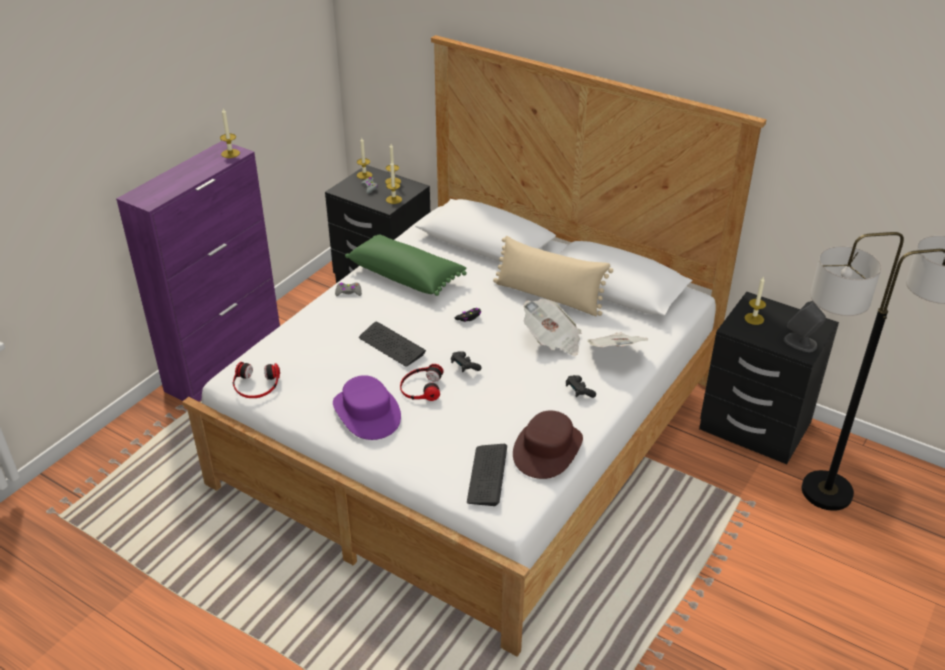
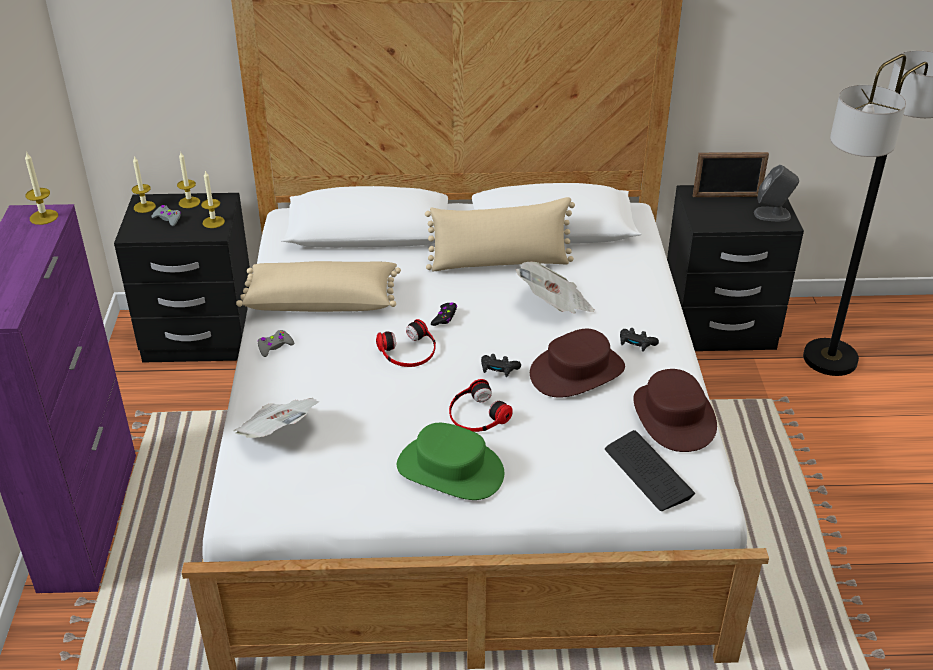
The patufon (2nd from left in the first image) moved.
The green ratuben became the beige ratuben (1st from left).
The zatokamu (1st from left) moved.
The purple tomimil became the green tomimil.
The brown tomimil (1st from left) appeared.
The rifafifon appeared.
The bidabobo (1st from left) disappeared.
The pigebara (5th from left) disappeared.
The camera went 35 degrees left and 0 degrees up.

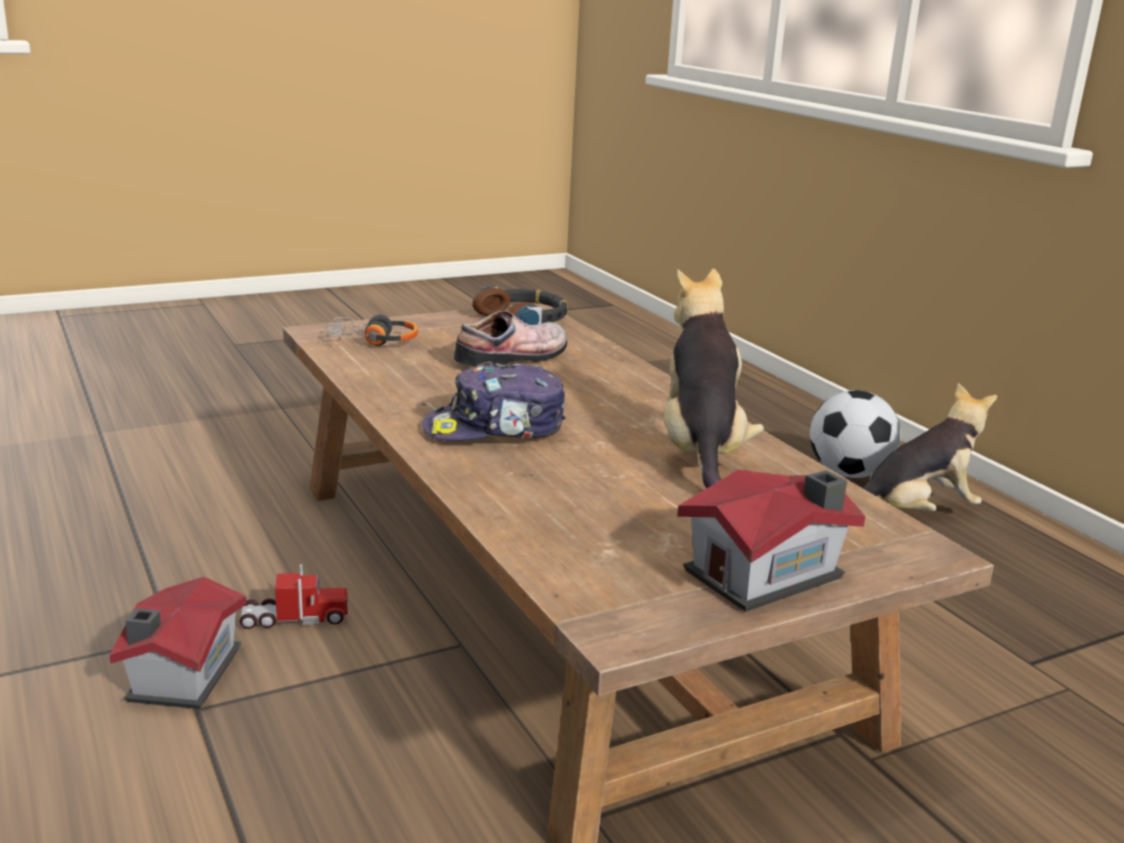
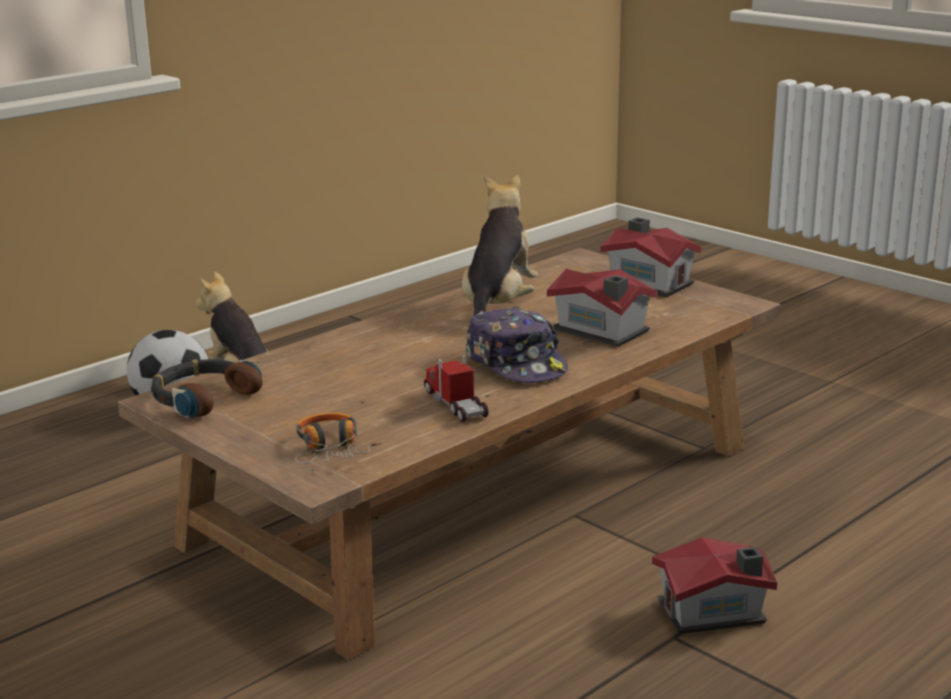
The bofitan moved.
The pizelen (1st from left in the first image) turned 120 degrees clockwise.
The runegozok (1st from left) appeared.
The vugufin disappeared.
The camera went 105 degrees left and 0 degrees up.

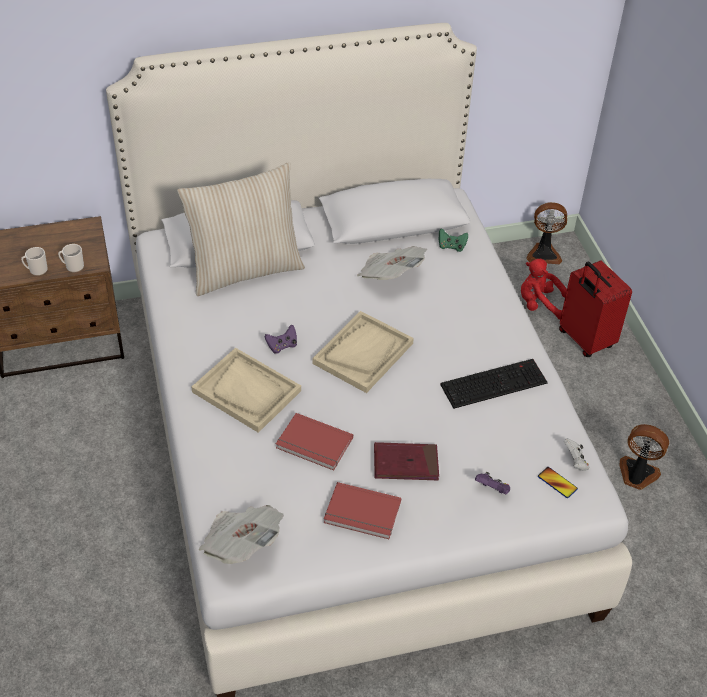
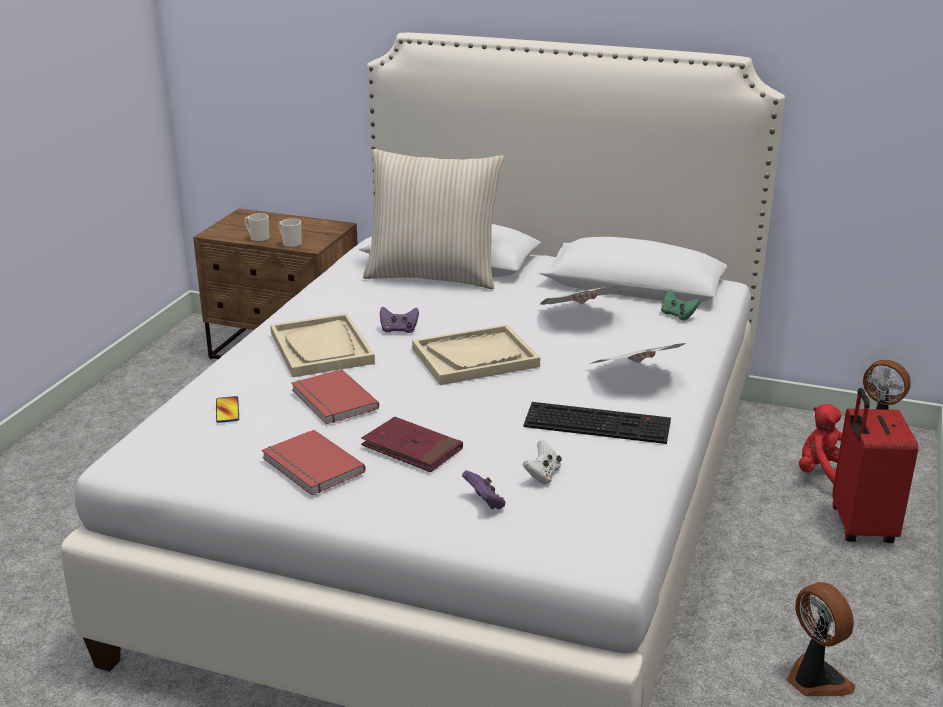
The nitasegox moved.
The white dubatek moved.
The patufon (1st from left in the first image) moved.
The camera went 35 degrees right and 20 degrees down.

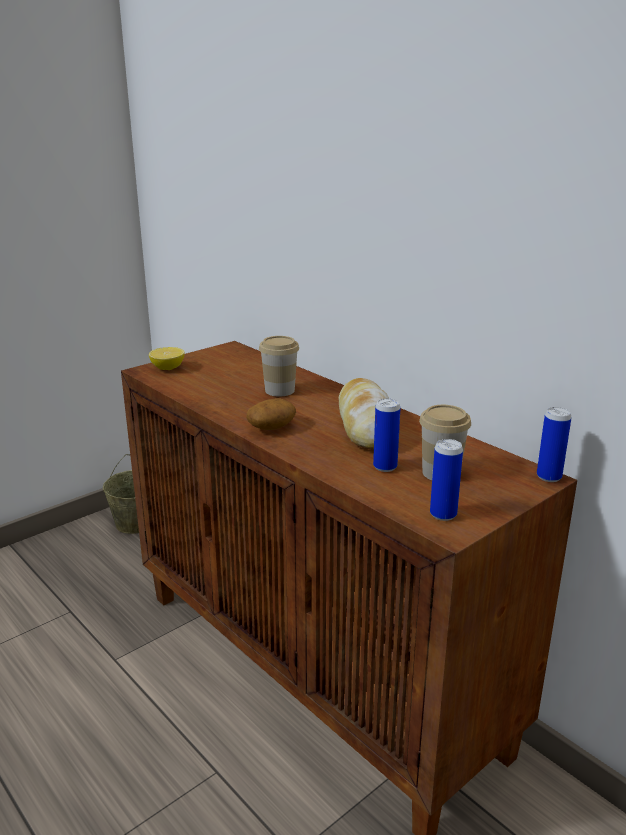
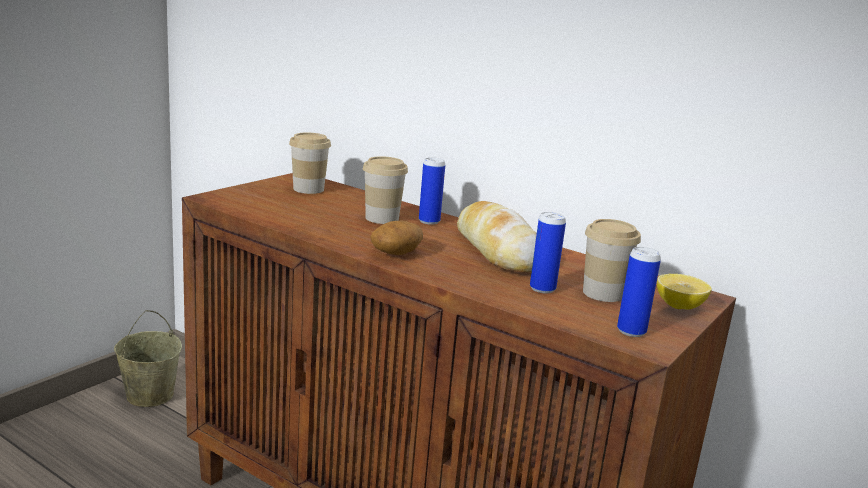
The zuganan (1st from left) appeared.
The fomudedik (3rd from left in the first image) moved.
The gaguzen moved.
The camera went 15 degrees left and 5 degrees down.

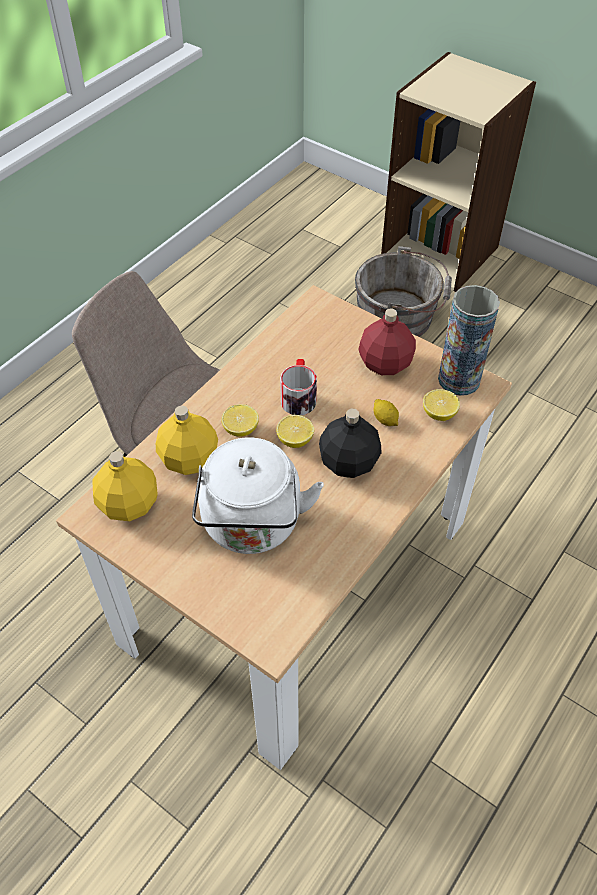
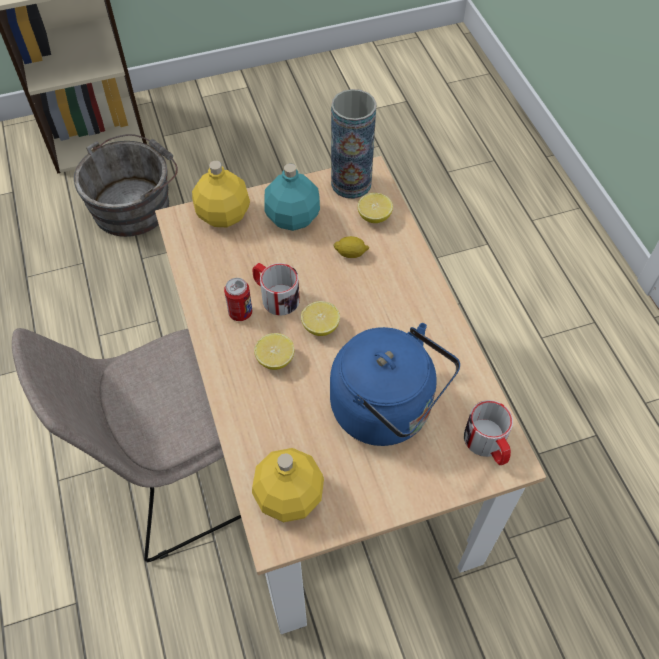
The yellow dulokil (2nd from left in the first image) moved.
The fomudedik appeared.
The red dulokil became the turquoise dulokil.
The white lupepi became the blue lupepi.
The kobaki (2nd from left) appeared.
The black dulokil disappeared.
The camera went 55 degrees left and 5 degrees up.

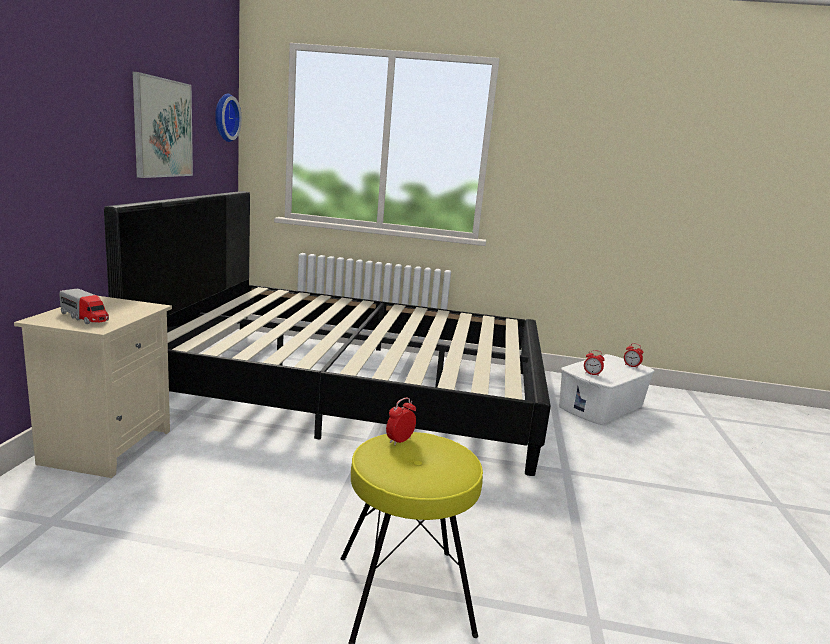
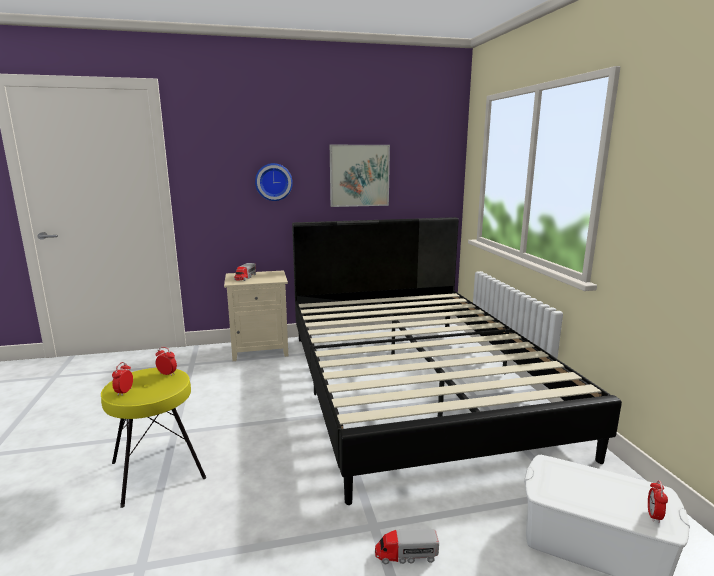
The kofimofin (2nd from left in the first image) moved.
The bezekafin moved.
The bofitan (2nd from left) appeared.
The camera went 70 degrees right and 0 degrees up.

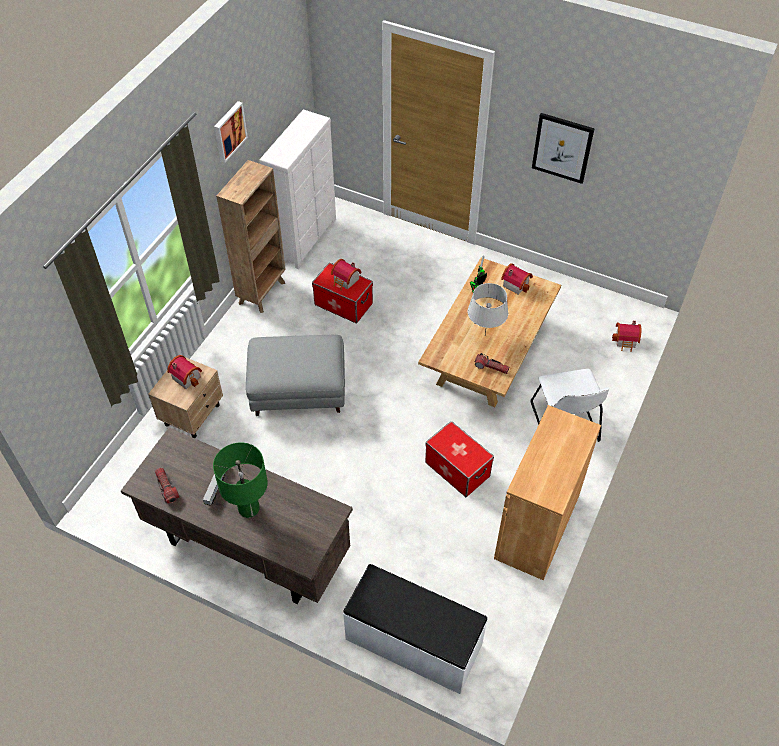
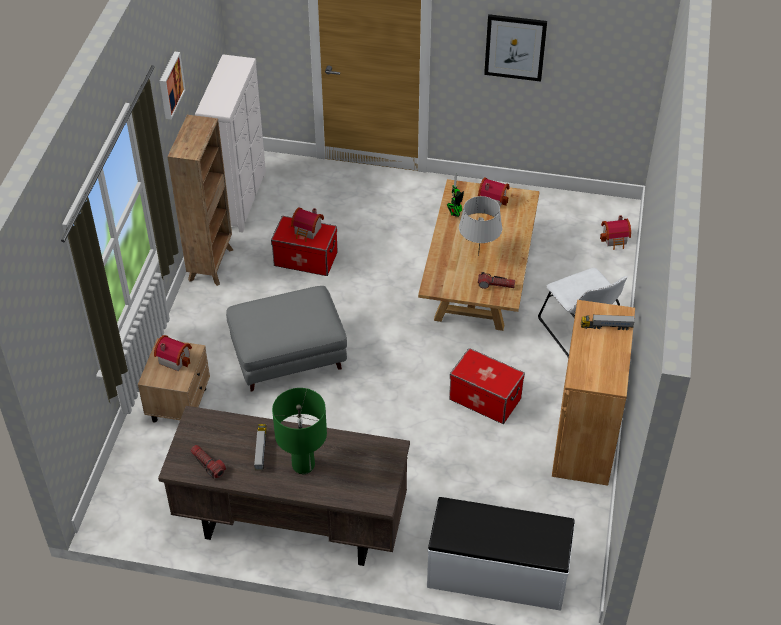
The bofitan (2nd from left) appeared.
The camera went 15 degrees left and 5 degrees down.

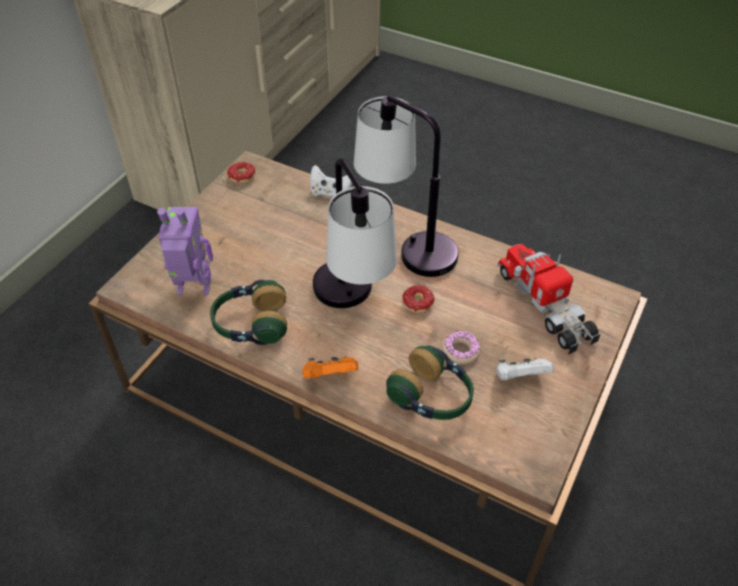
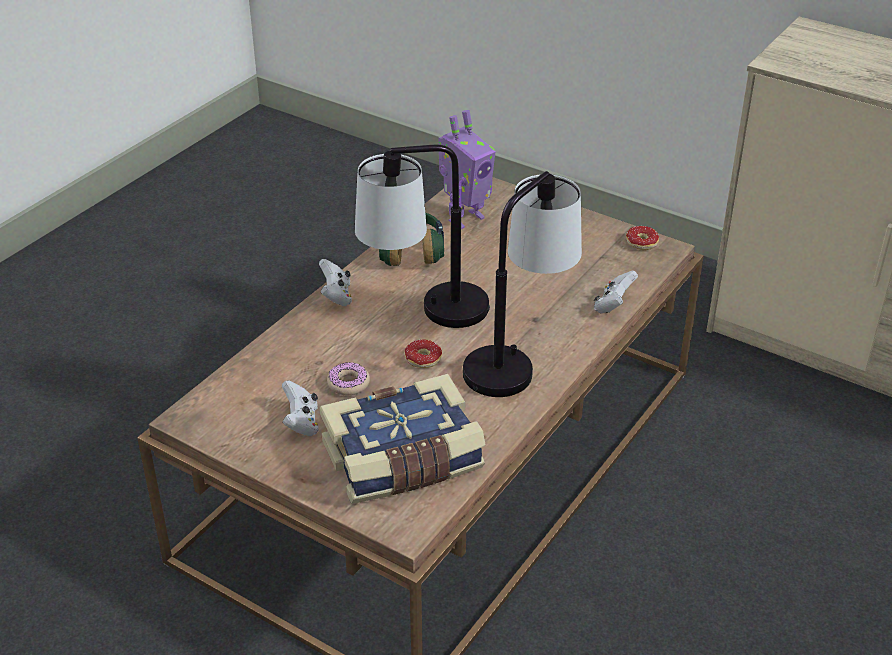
The orange dubatek became the white dubatek (2nd from left).
The bofitan was replaced by the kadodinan.
The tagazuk turned 45 degrees clockwise.
The zatokamu (2nd from left) disappeared.
The camera went 95 degrees right and 10 degrees down.

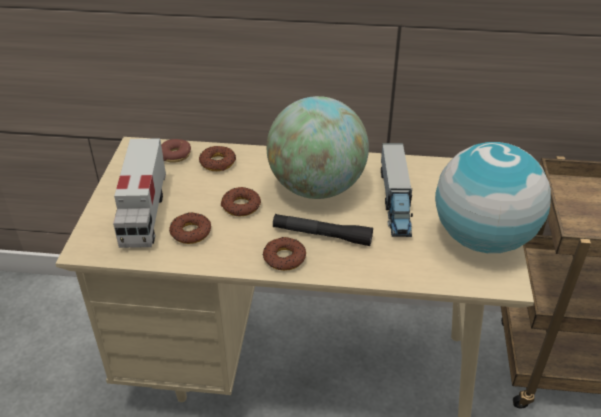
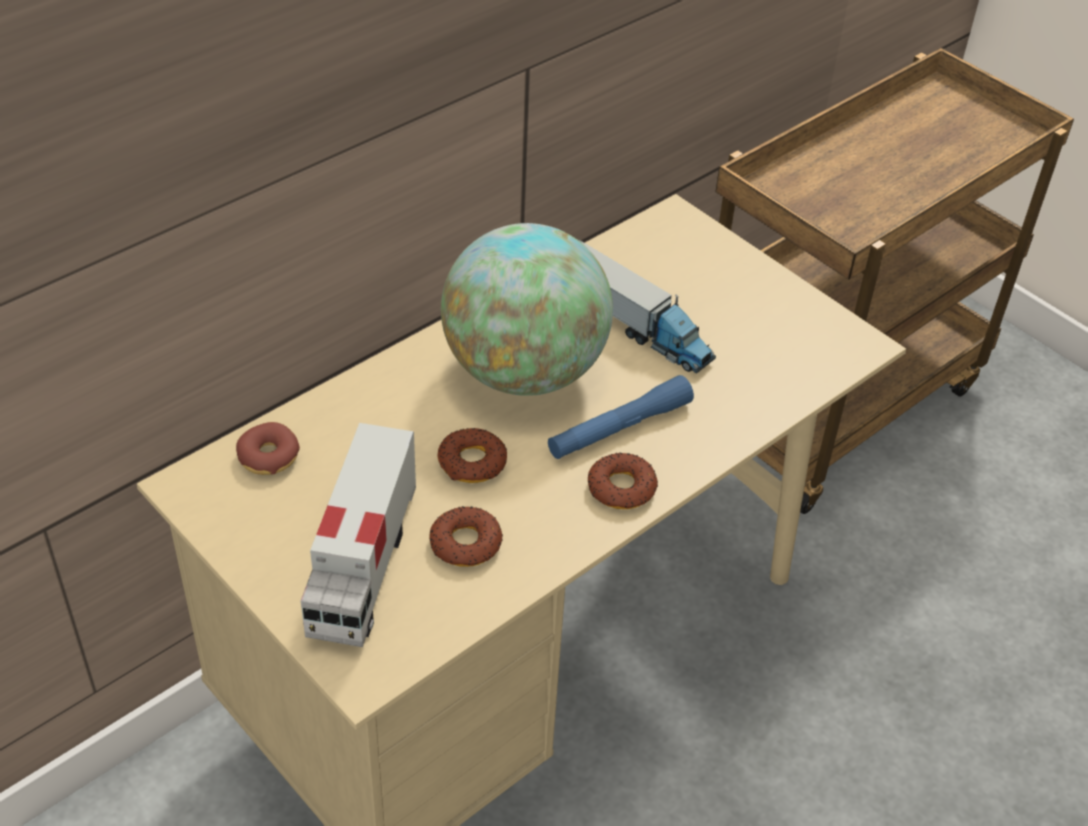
The bofitan (1st from left) turned 60 degrees clockwise.
The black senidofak became the blue senidofak.
The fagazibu (3rd from left) disappeared.
The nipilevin (2nd from left) disappeared.
The camera went 50 degrees left and 5 degrees up.

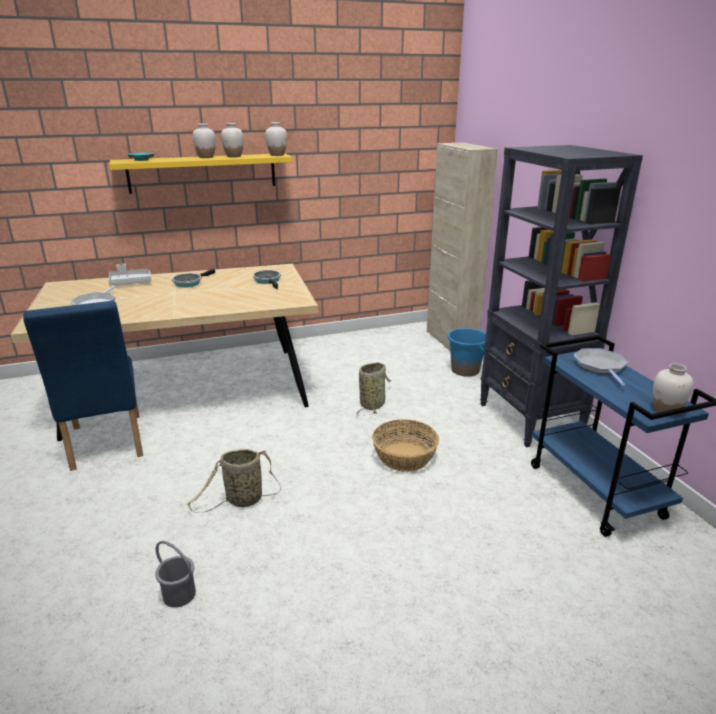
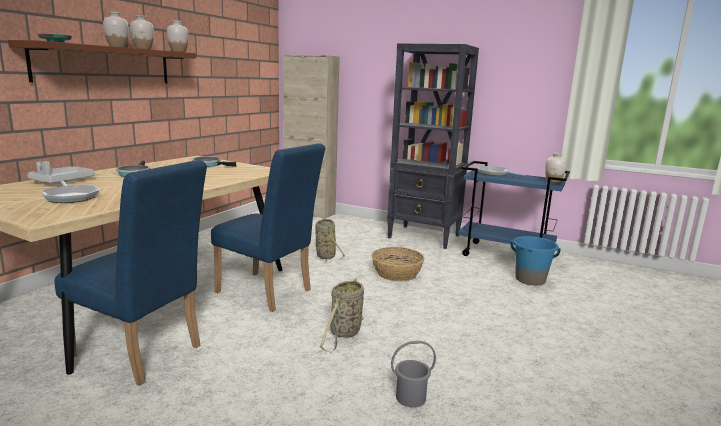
The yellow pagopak became the brown pagopak.
The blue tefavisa (2nd from left) appeared.
The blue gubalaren moved.
The camera went 45 degrees left and 10 degrees down.

